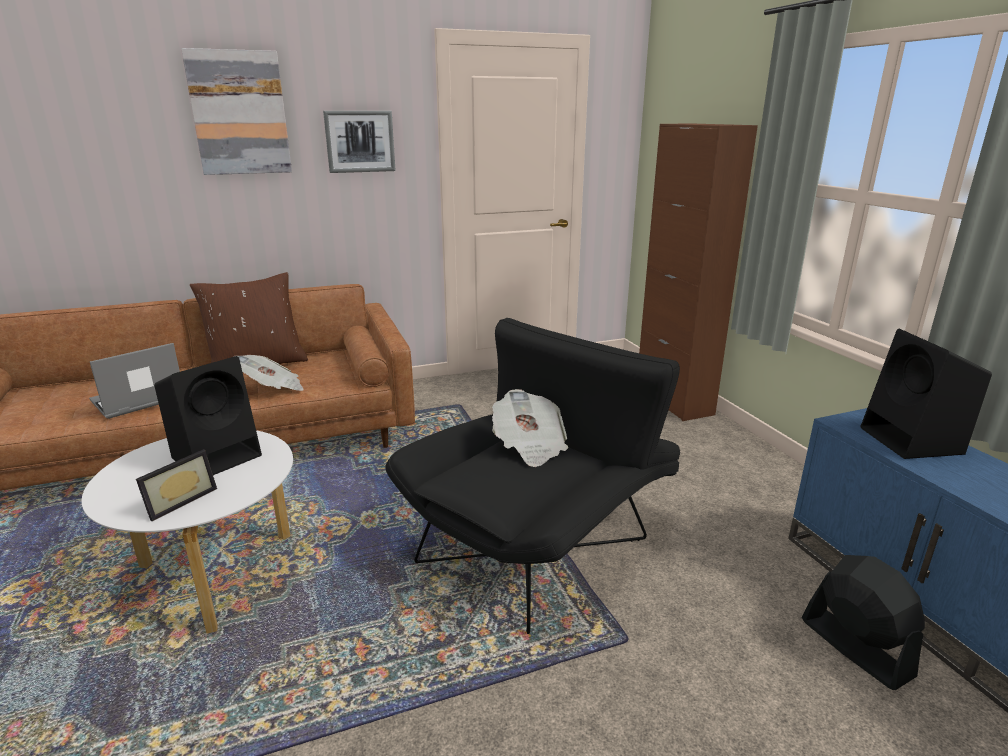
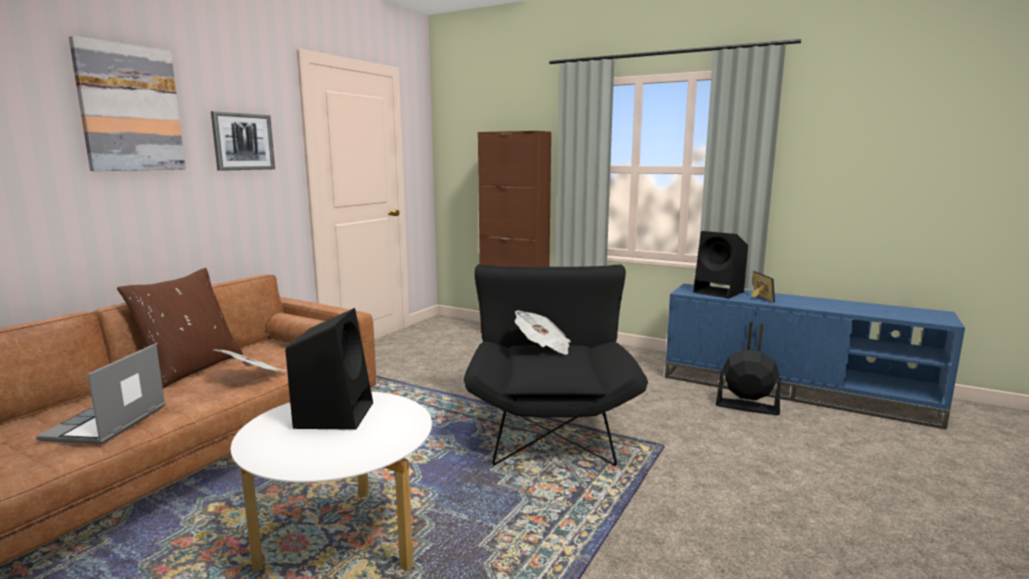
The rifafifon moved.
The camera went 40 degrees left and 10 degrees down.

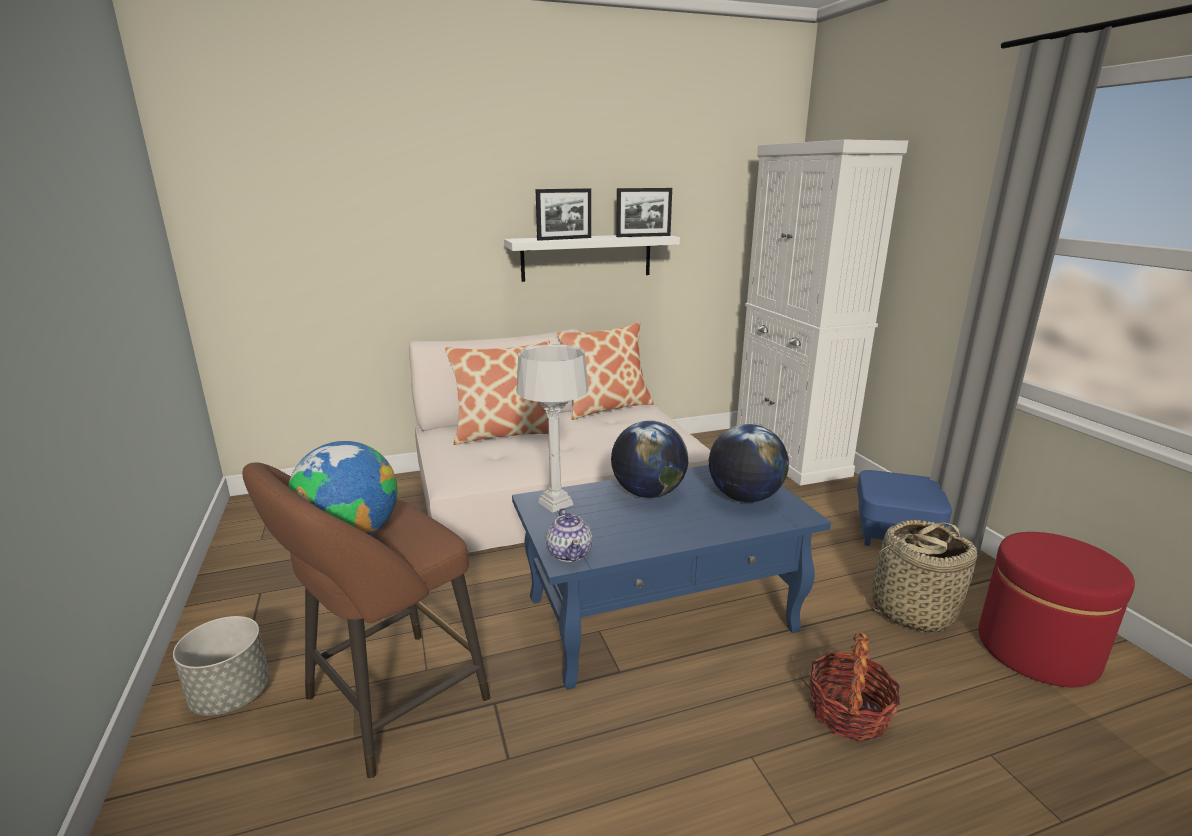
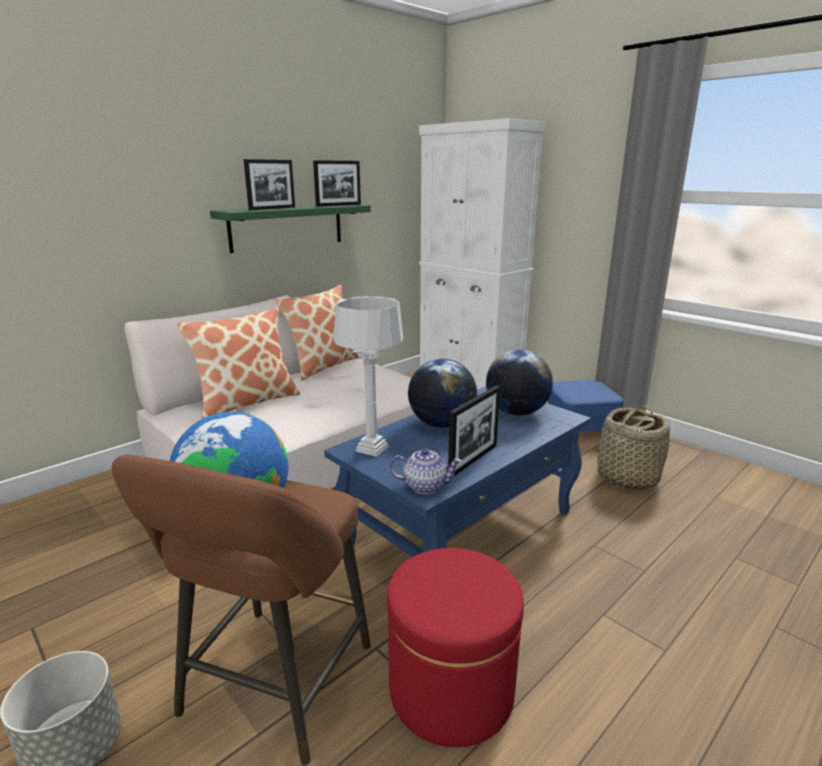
The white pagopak became the green pagopak.
The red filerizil moved.
The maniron turned 45 degrees counterclockwise.
The rifafifon (3rd from left) appeared.
The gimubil (1st from left) disappeared.
The camera went 25 degrees left and 0 degrees up.

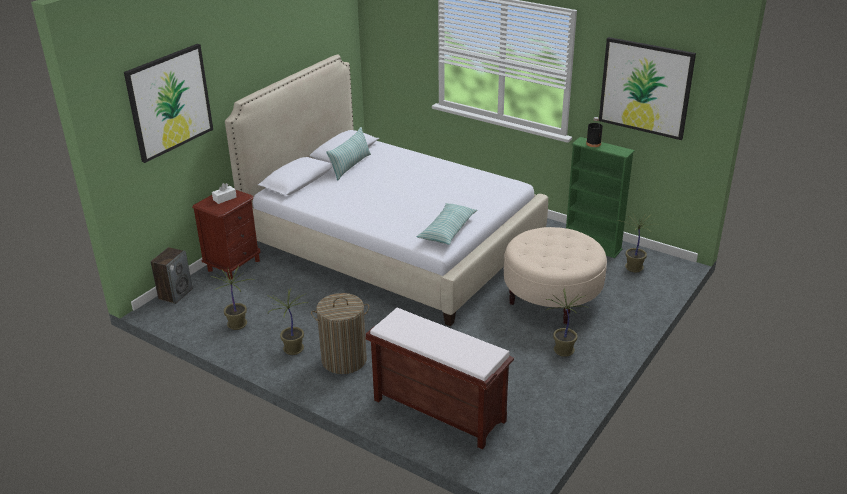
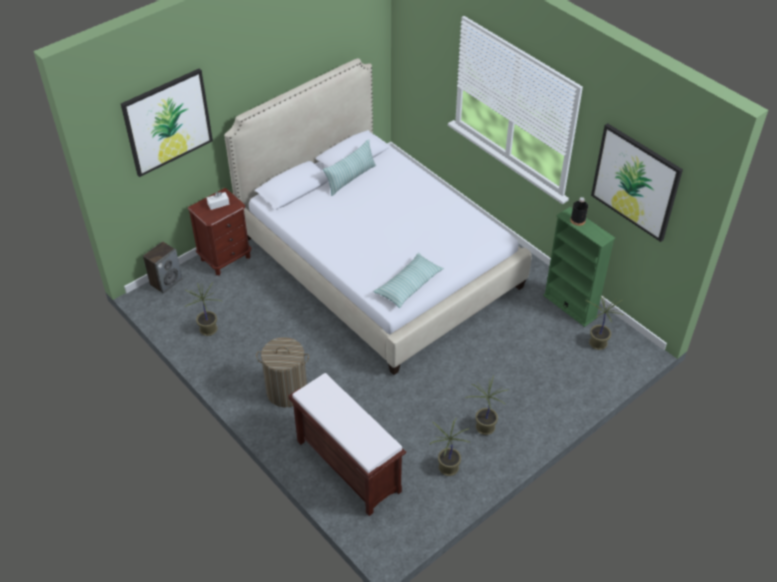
The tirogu (2nd from left) moved.
The beige filerizil disappeared.
The camera went 15 degrees right and 15 degrees up.

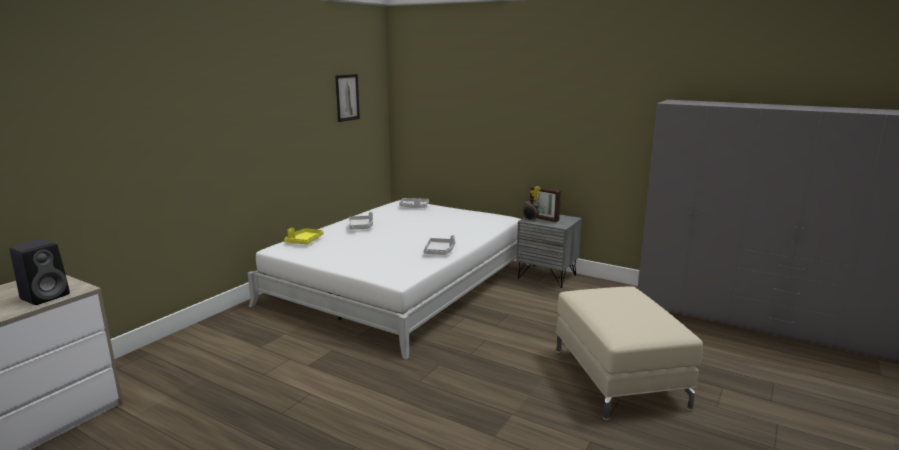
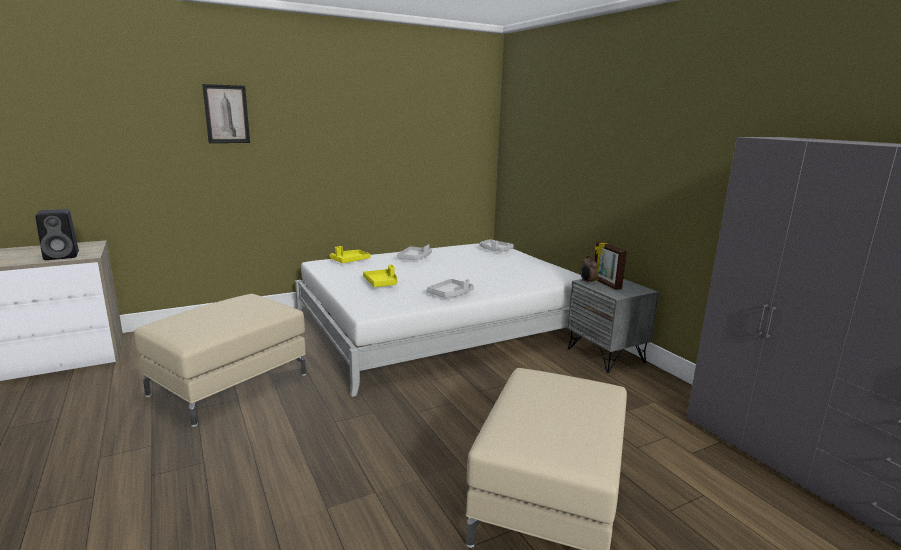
The beige filerizil (1st from left) appeared.
The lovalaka moved.
The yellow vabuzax (2nd from left) appeared.
The camera went 30 degrees right and 0 degrees up.

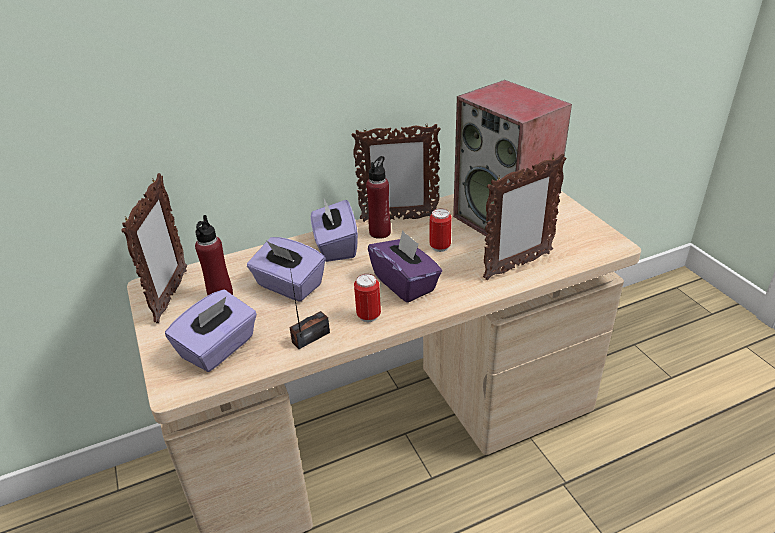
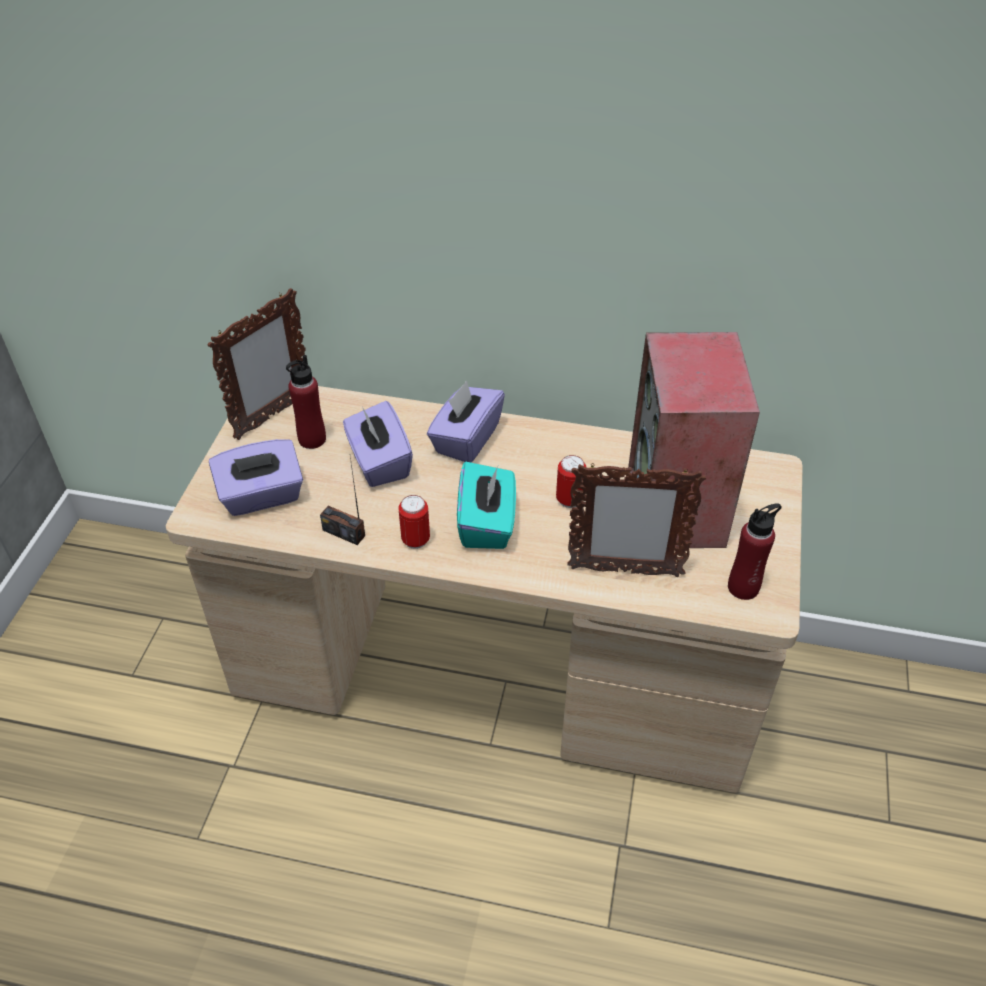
The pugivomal turned 150 degrees counterclockwise.
The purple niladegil (4th from left) became the turquoise niladegil.
The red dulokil (2nd from left) moved.
The rifafifon (2nd from left) disappeared.
The camera went 35 degrees right and 10 degrees up.

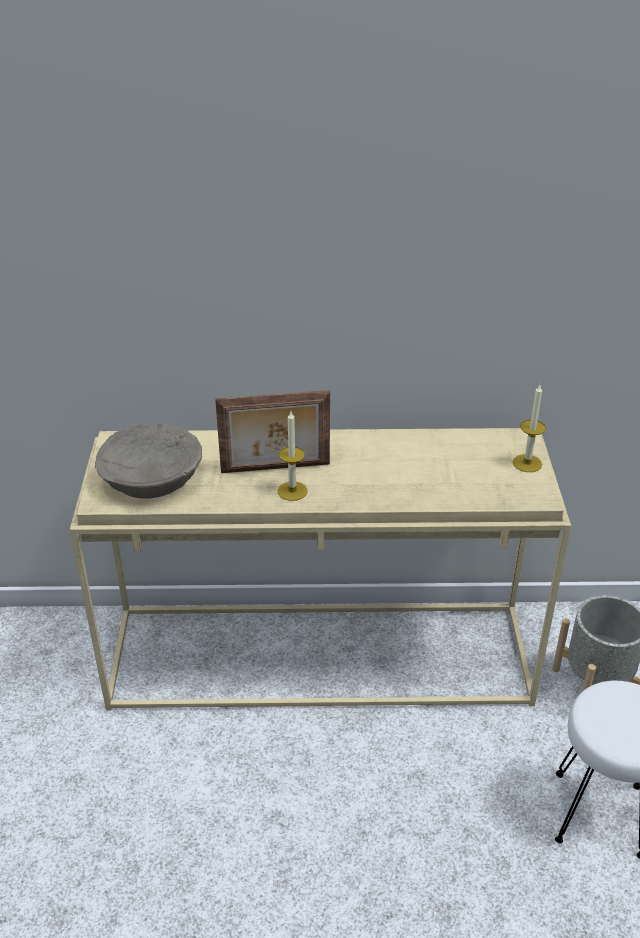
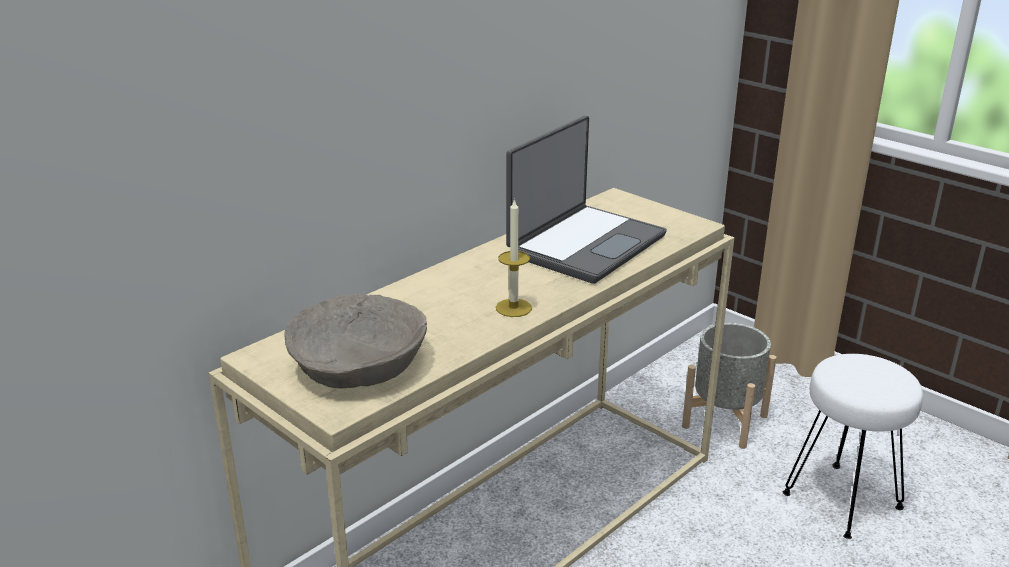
The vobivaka appeared.
The rifafifon disappeared.
The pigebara (2nd from left) disappeared.
The camera went 45 degrees left and 10 degrees down.

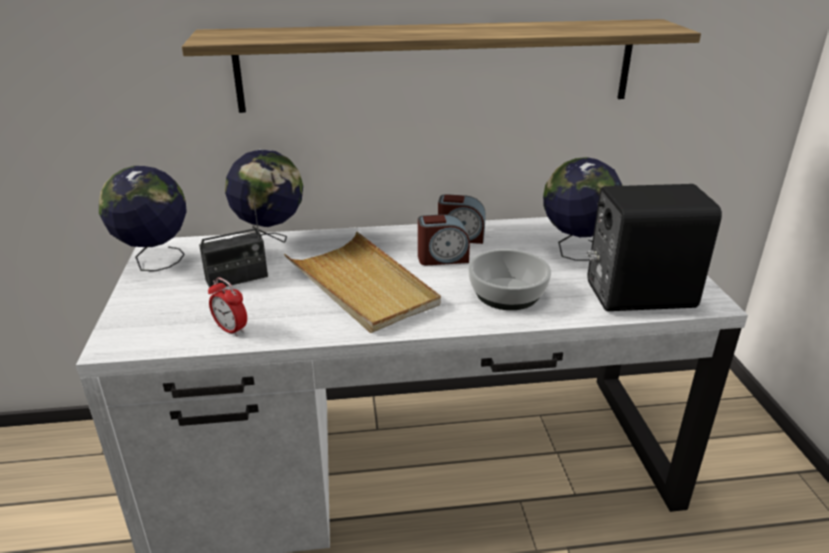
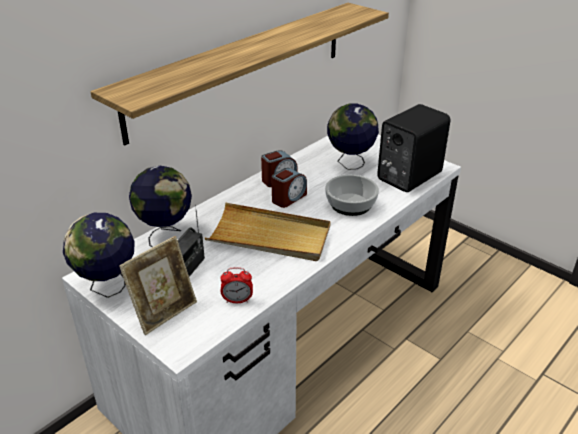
The rifafifon appeared.
The camera went 40 degrees left and 5 degrees up.

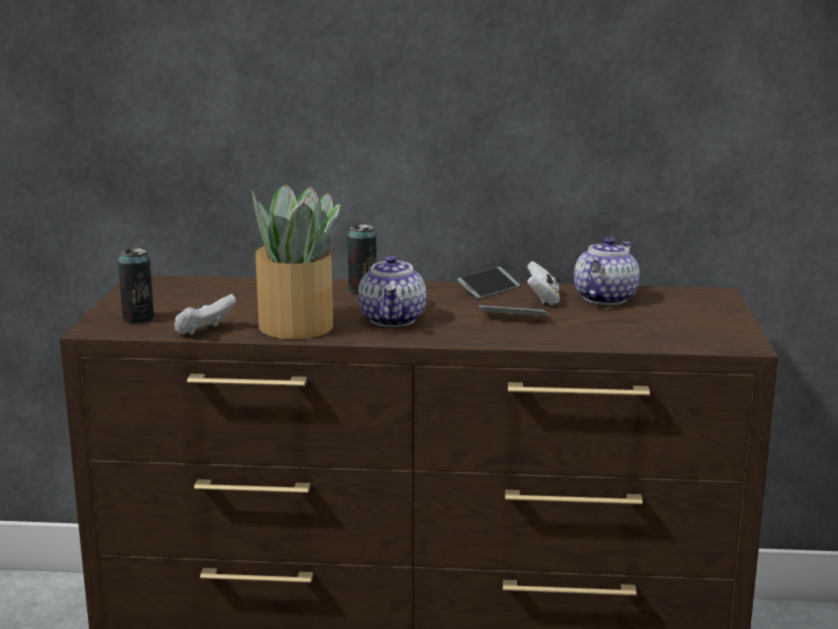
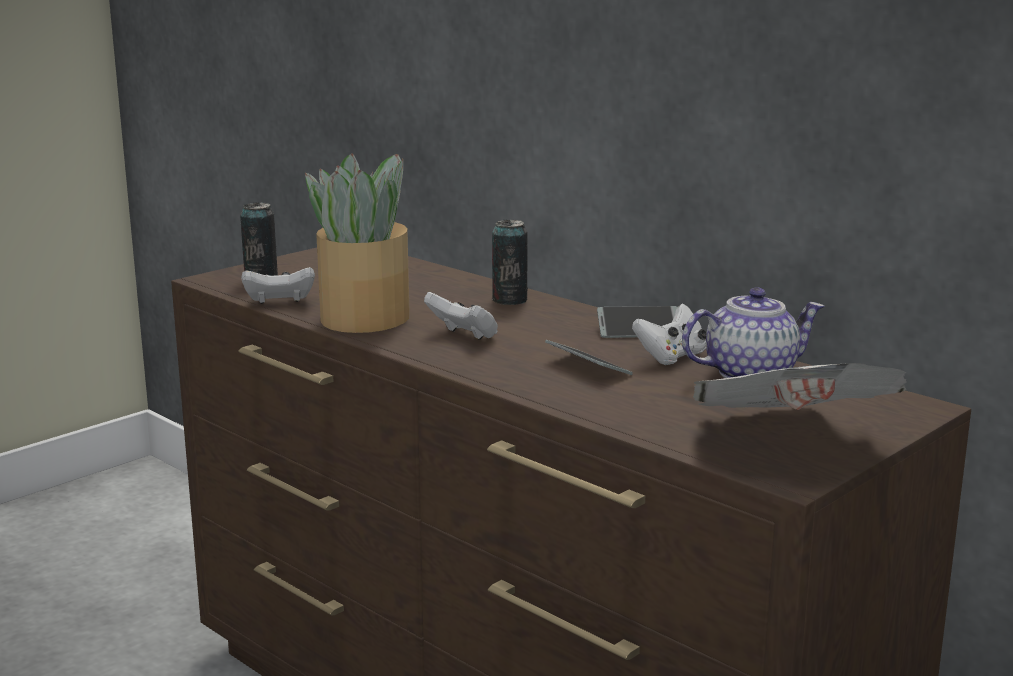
The maniron (1st from left) was replaced by the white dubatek (2nd from left).
The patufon appeared.
The camera went 40 degrees right and 0 degrees up.

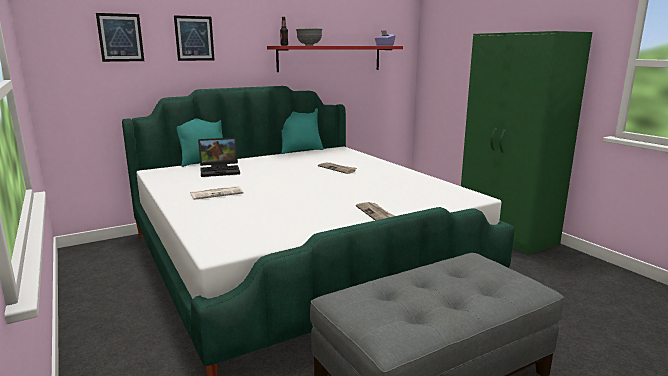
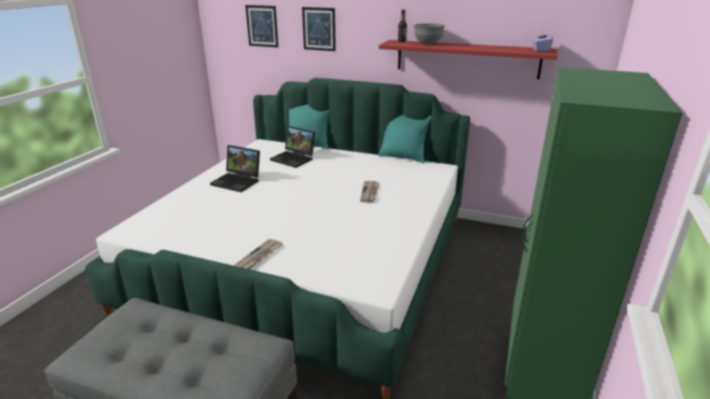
The patufon (1st from left) was replaced by the vobivaka (1st from left).
The camera went 50 degrees right and 10 degrees up.

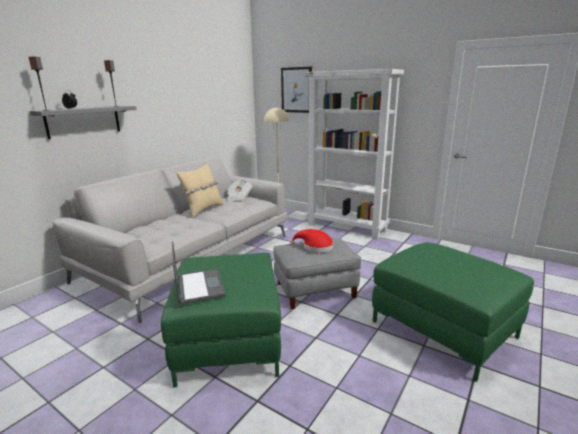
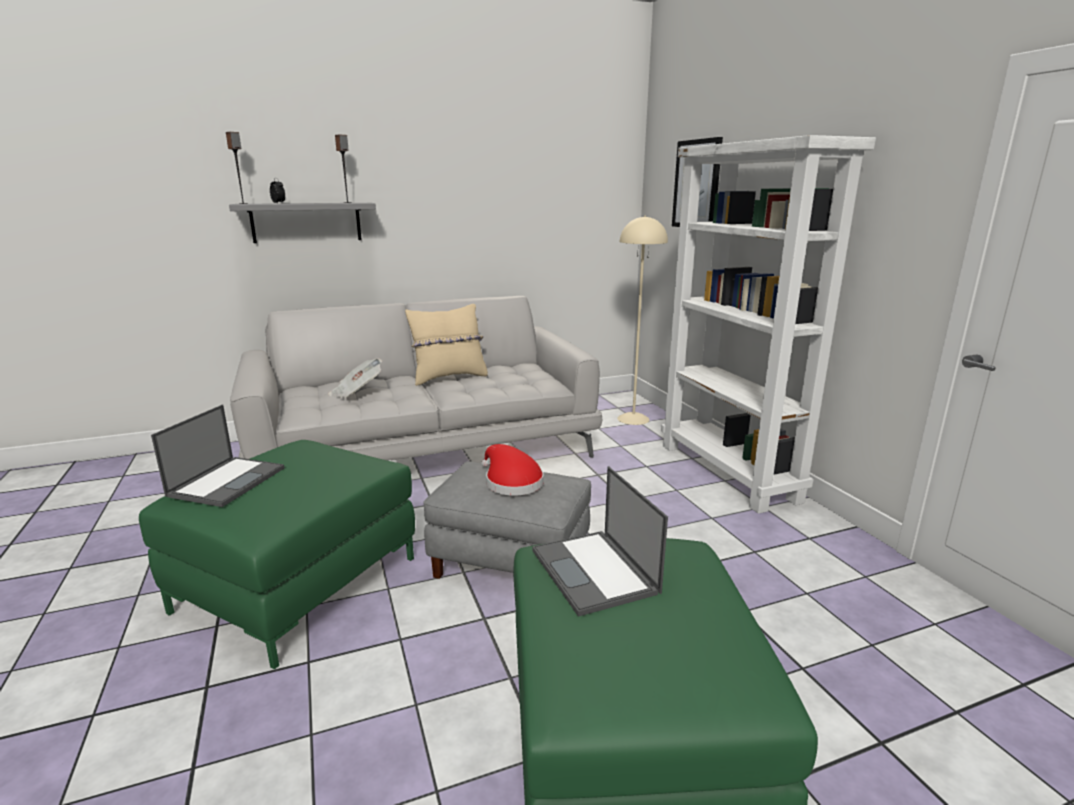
The patufon moved.
The vobivaka (2nd from left) appeared.
The camera went 35 degrees right and 0 degrees up.

